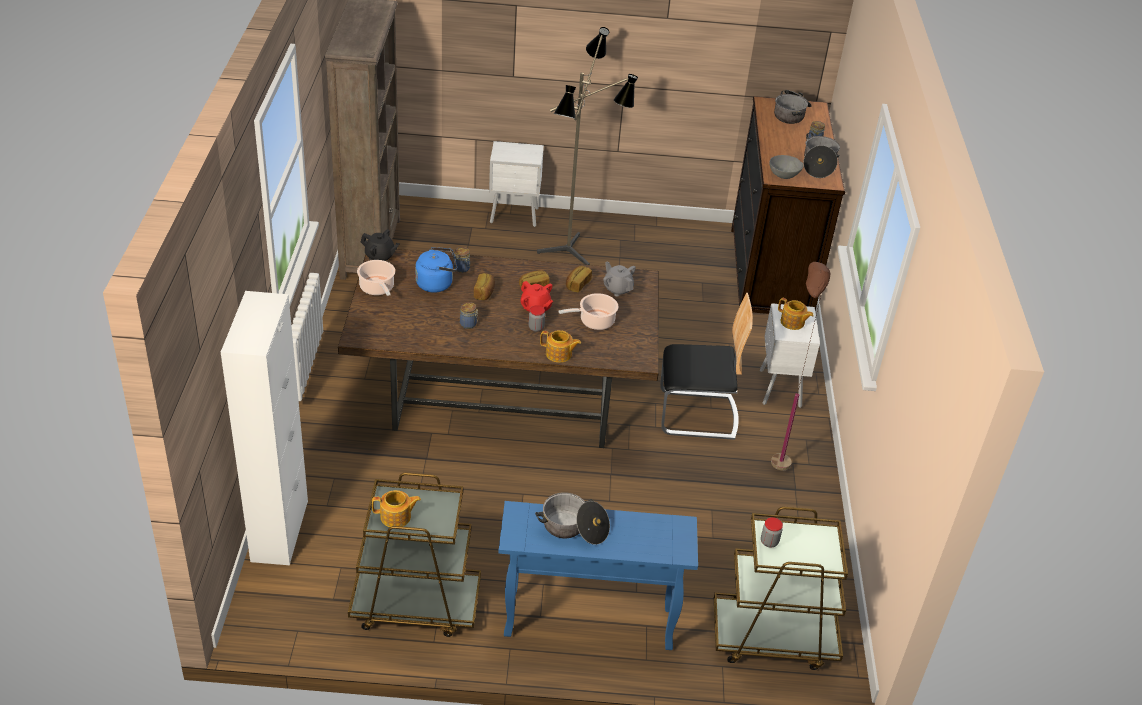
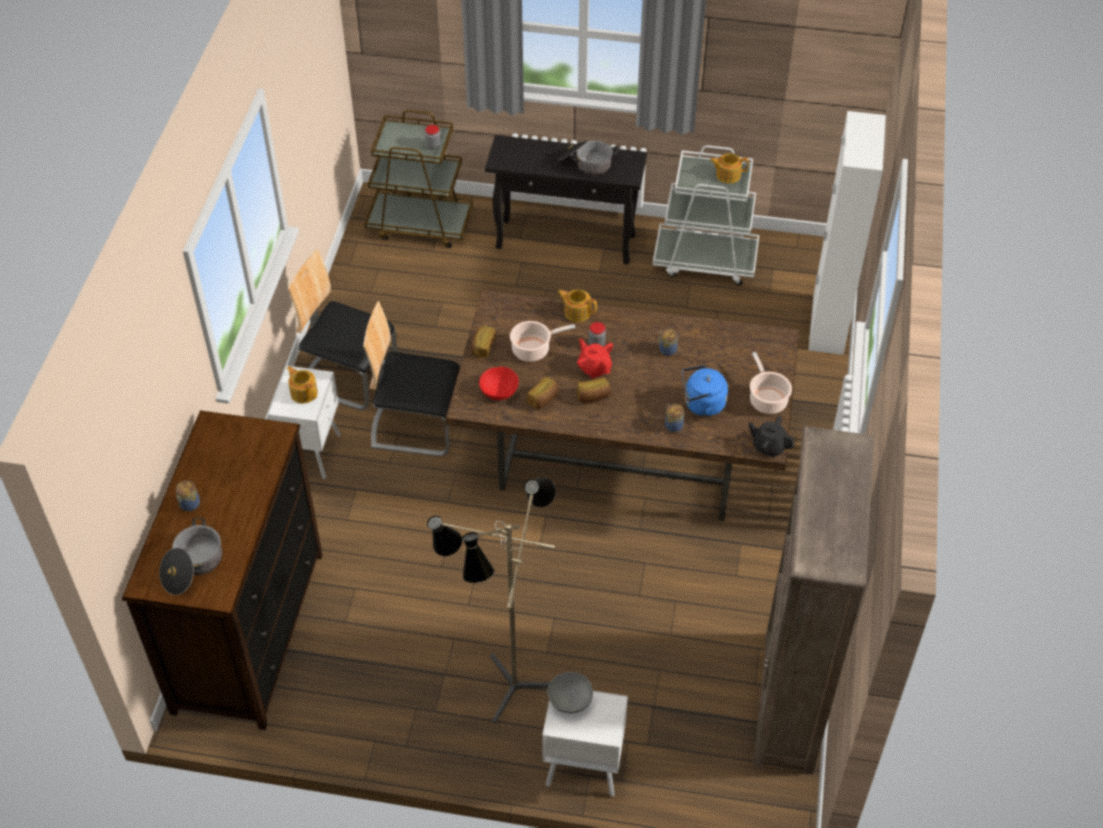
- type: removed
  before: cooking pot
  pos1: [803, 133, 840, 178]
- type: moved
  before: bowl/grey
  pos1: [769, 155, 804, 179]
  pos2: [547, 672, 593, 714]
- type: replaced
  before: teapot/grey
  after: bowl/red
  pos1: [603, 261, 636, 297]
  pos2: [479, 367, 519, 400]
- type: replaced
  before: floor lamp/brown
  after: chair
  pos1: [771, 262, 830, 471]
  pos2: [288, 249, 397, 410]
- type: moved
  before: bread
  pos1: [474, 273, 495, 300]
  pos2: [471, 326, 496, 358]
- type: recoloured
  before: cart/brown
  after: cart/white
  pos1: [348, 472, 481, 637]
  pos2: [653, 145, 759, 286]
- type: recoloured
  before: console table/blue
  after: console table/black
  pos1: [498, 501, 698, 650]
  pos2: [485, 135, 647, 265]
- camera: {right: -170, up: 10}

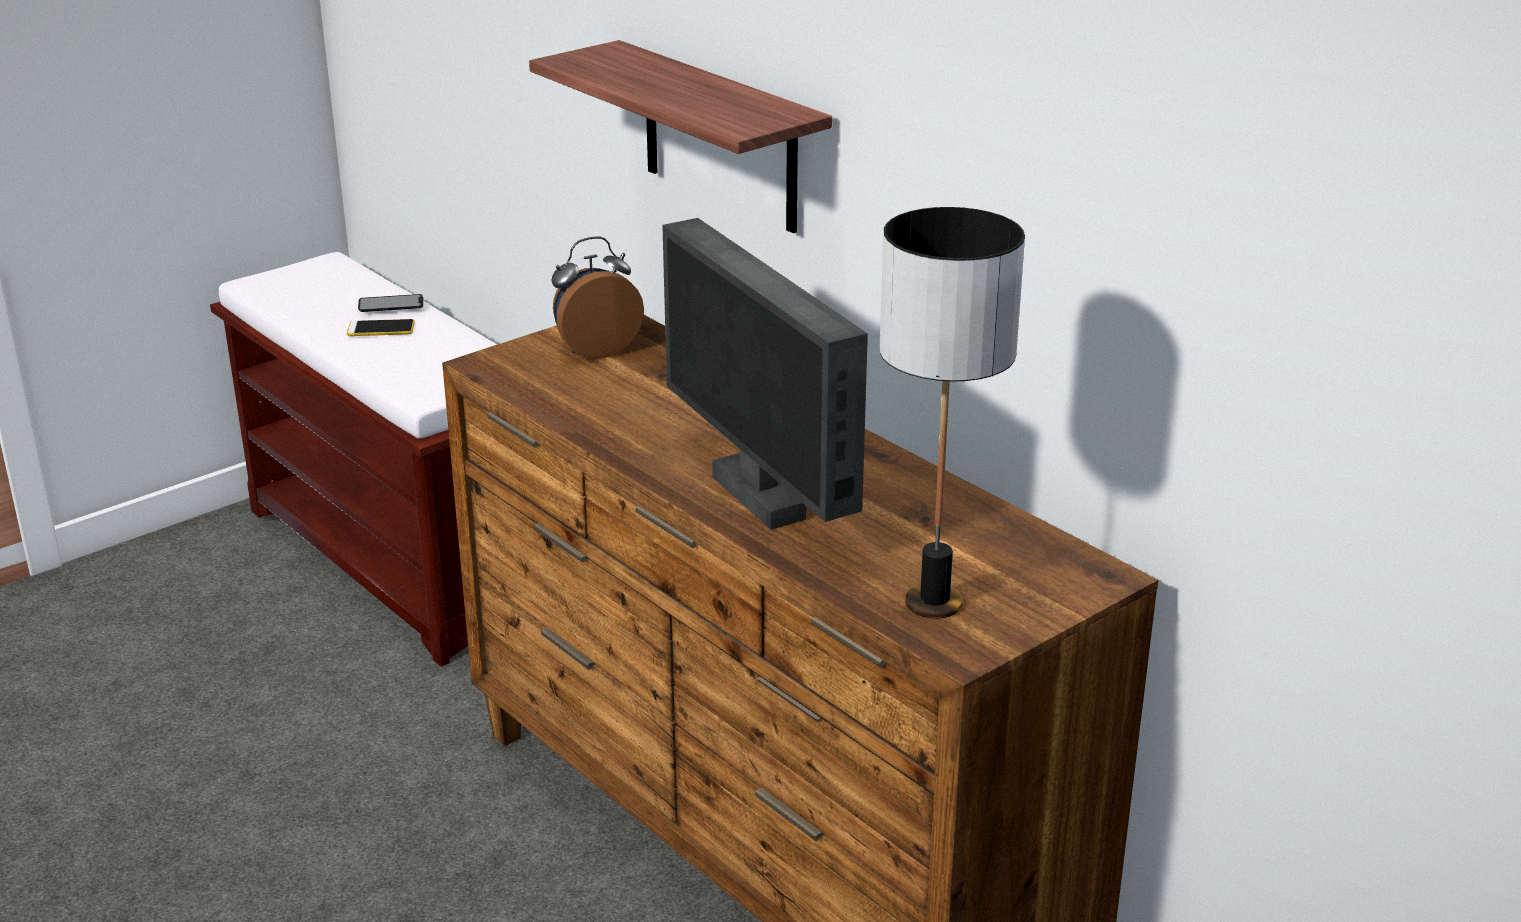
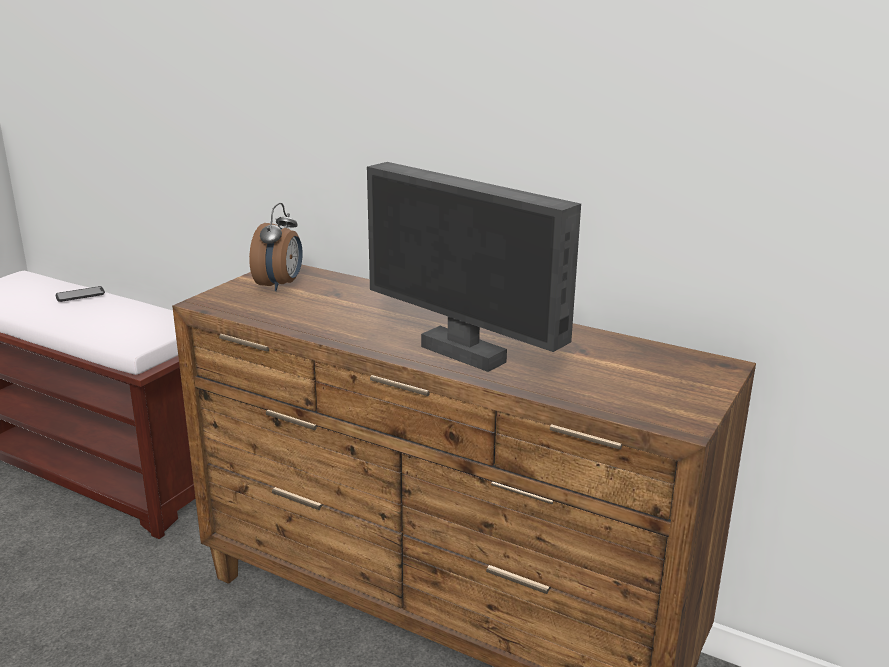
- type: removed
  before: shelf
  pos1: [529, 40, 832, 233]
- type: removed
  before: table lamp
  pos1: [880, 207, 1025, 618]
- type: turned
  before: alarm clock
  pos1: [551, 237, 644, 359]
  pos2: [249, 203, 303, 291]
  turn: 150
- type: removed
  before: phone
  pos1: [347, 319, 415, 336]
- camera: {right: -20, up: -5}

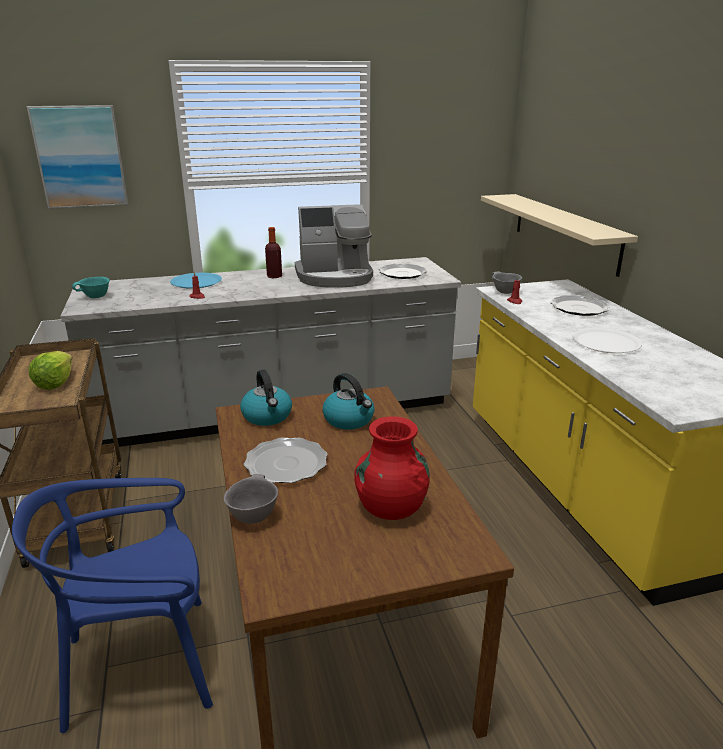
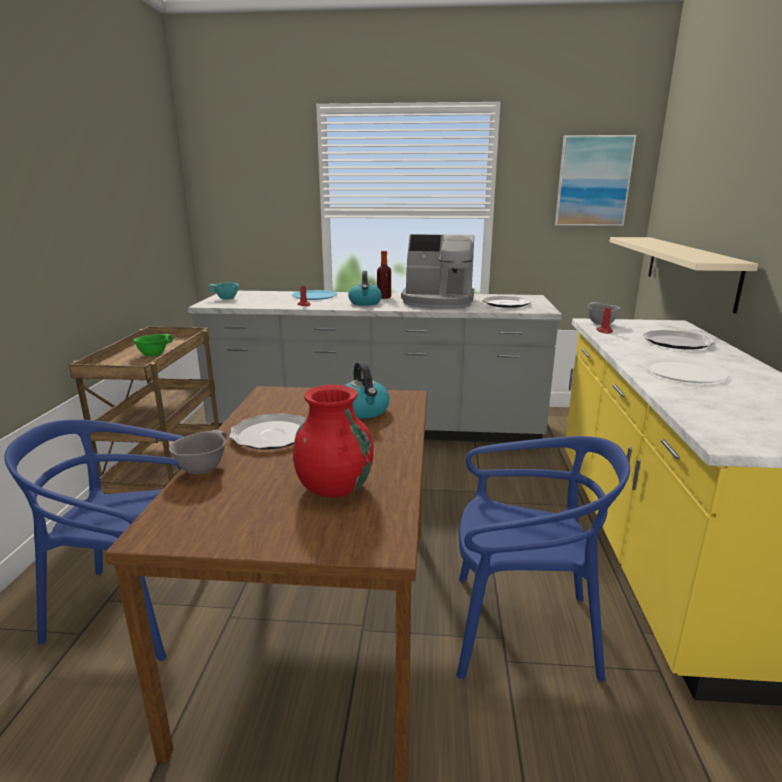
- type: moved
  before: picture
  pos1: [27, 105, 128, 209]
  pos2: [555, 135, 636, 226]
- type: replaced
  before: lettuce
  after: bowl/green
  pos1: [29, 351, 73, 390]
  pos2: [133, 334, 173, 356]
- type: moved
  before: kettle
  pos1: [240, 370, 292, 426]
  pos2: [348, 271, 382, 306]
- type: added
  after: chair/blue
  pos2: [456, 436, 630, 682]
- camera: {right: 20, up: -5}

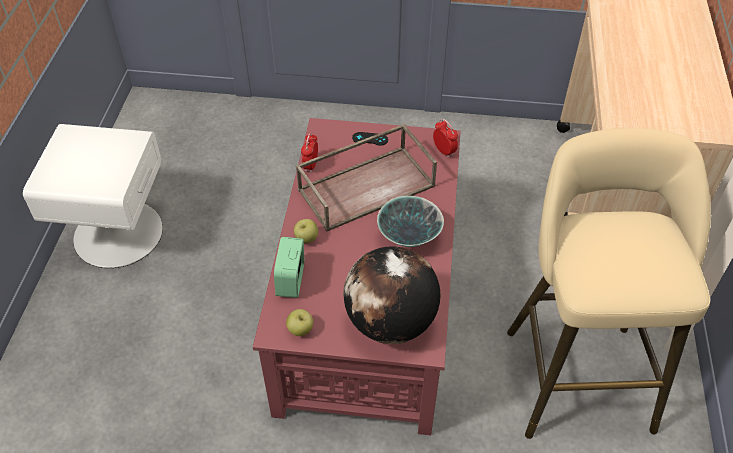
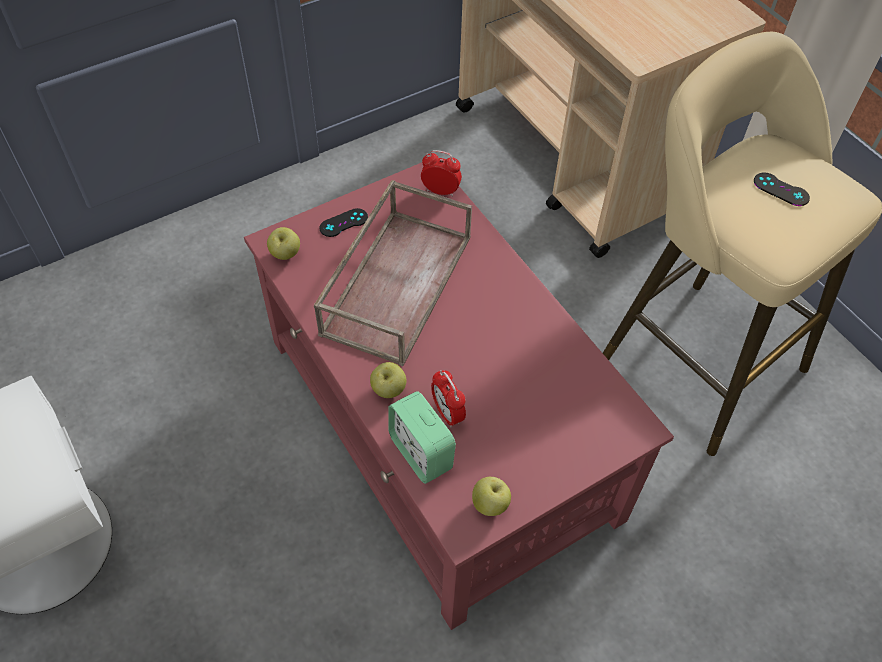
- type: moved
  before: alarm clock
  pos1: [301, 133, 318, 173]
  pos2: [431, 370, 466, 427]
- type: removed
  before: bowl
  pos1: [377, 196, 444, 247]
- type: removed
  before: globe
  pos1: [343, 246, 440, 344]
- type: added
  after: game controller/black
  pos2: [754, 173, 810, 206]
- type: added
  after: apple
  pos2: [267, 227, 300, 260]
- camera: {right: -40, up: 5}

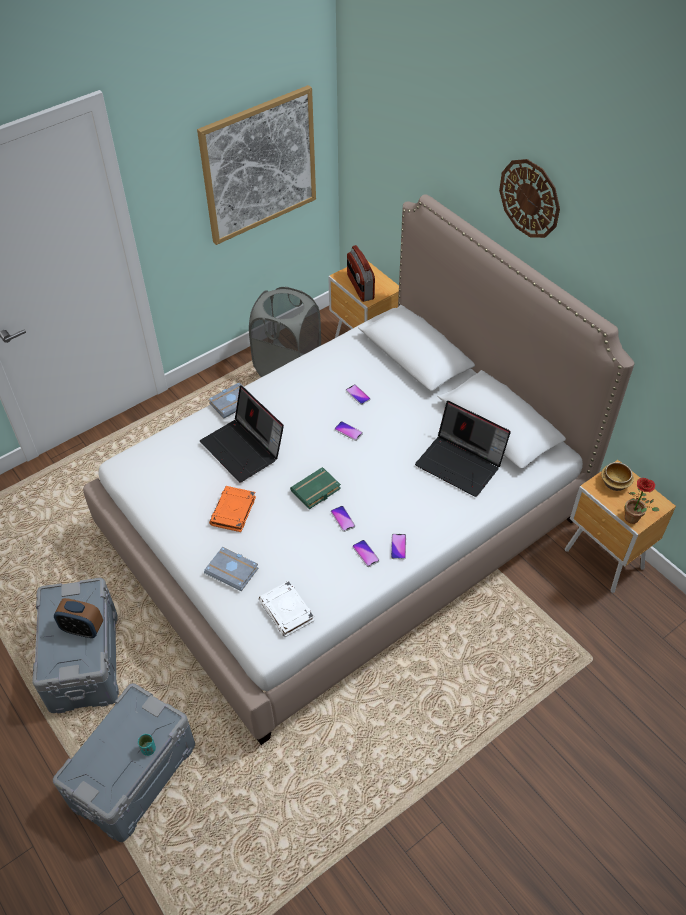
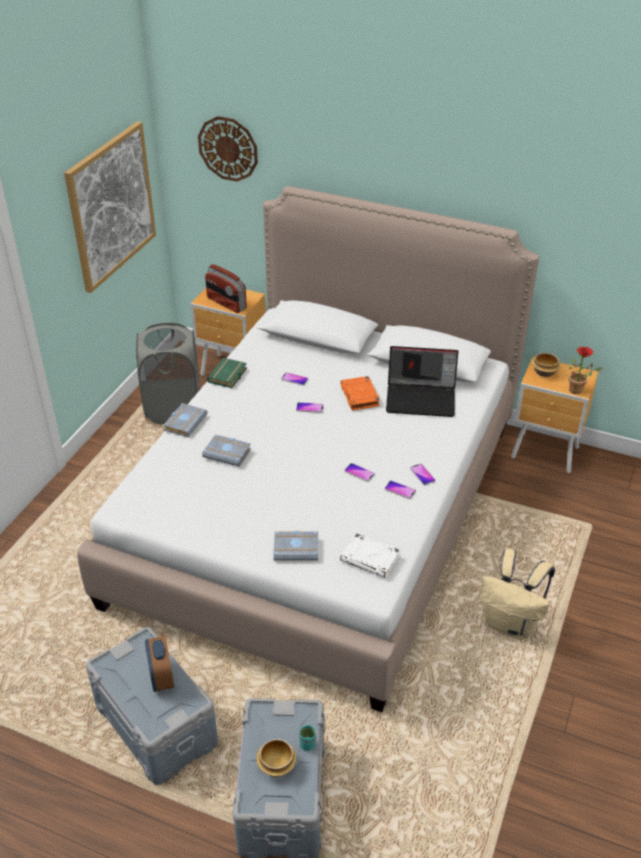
- type: moved
  before: wall clock
  pos1: [499, 159, 560, 238]
  pos2: [198, 116, 258, 182]
- type: replaced
  before: laptop
  after: book/grey
  pos1: [200, 385, 284, 482]
  pos2: [202, 434, 251, 467]
- type: moved
  before: book/green
  pos1: [290, 467, 341, 509]
  pos2: [207, 358, 247, 388]
- type: moved
  before: book/orange
  pos1: [209, 486, 256, 532]
  pos2: [340, 376, 380, 410]
- type: turned
  before: alarm clock
  pos1: [54, 598, 103, 638]
  pos2: [145, 636, 174, 692]
  turn: 90
- type: added
  after: backpack/beige
  pos2: [479, 548, 555, 639]
- type: added
  after: bowl
  pos2: [256, 739, 297, 777]
- camera: {right: -30, up: -10}

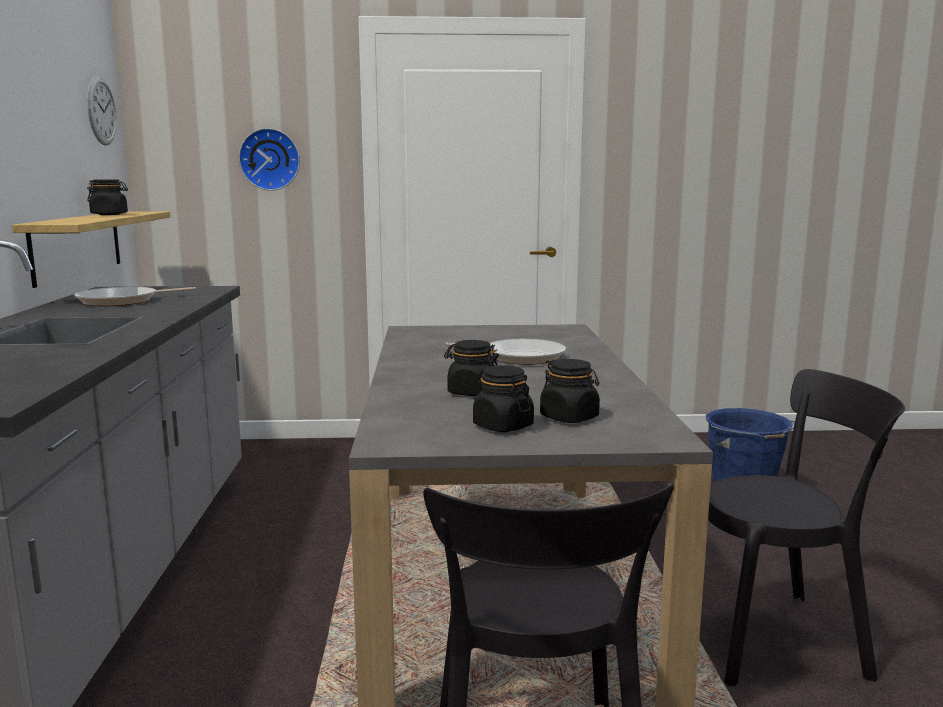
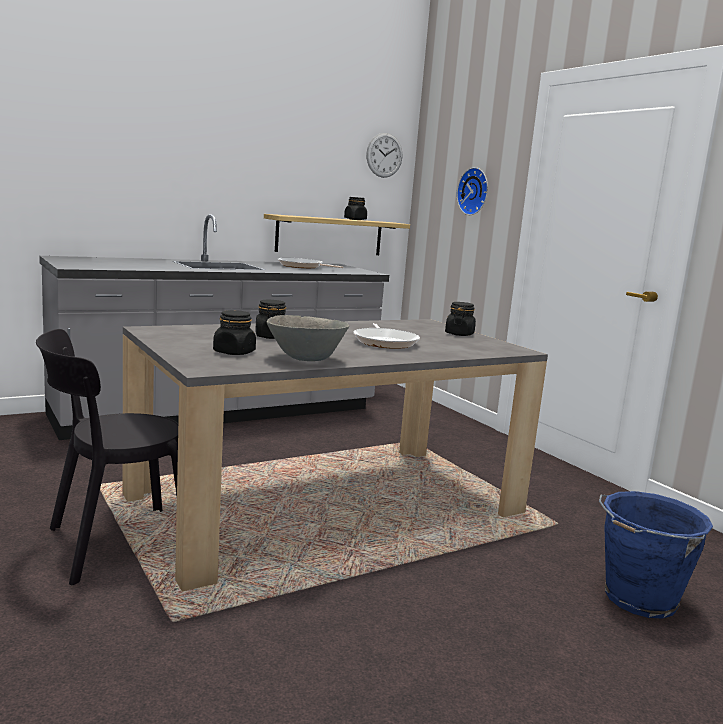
- type: moved
  before: jar/black
  pos1: [473, 365, 534, 432]
  pos2: [445, 302, 476, 336]
- type: removed
  before: chair/black
  pos1: [708, 369, 905, 686]
- type: added
  after: bowl/grey
  pos2: [266, 315, 349, 361]
- camera: {right: 60, up: 0}

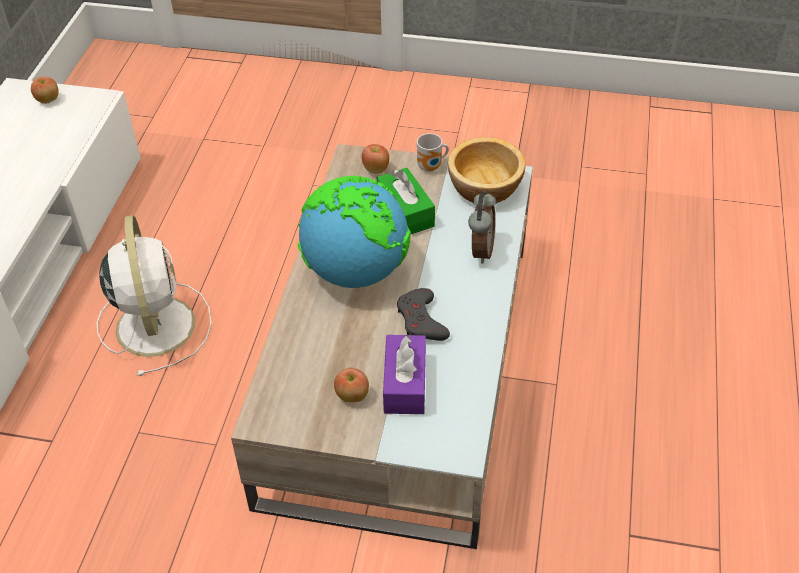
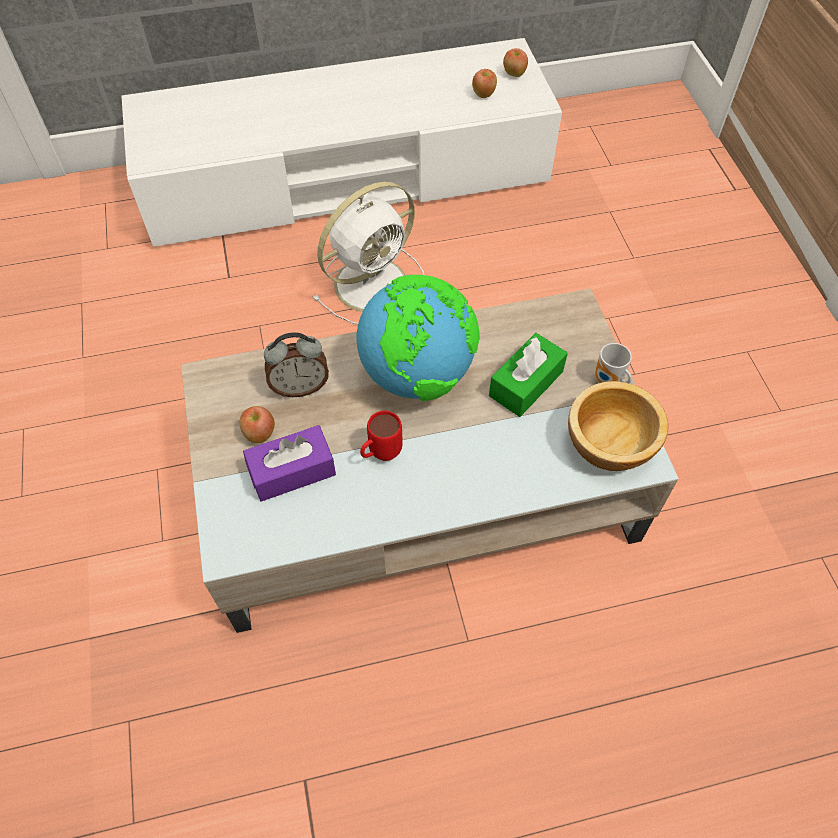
- type: moved
  before: apple
  pos1: [362, 144, 389, 174]
  pos2: [472, 69, 497, 98]
- type: moved
  before: alarm clock
  pos1: [468, 191, 496, 264]
  pos2: [264, 332, 329, 397]
- type: replaced
  before: game controller/grey
  after: mug/red
  pos1: [397, 288, 450, 341]
  pos2: [360, 411, 403, 461]
- camera: {right: 65, up: 10}

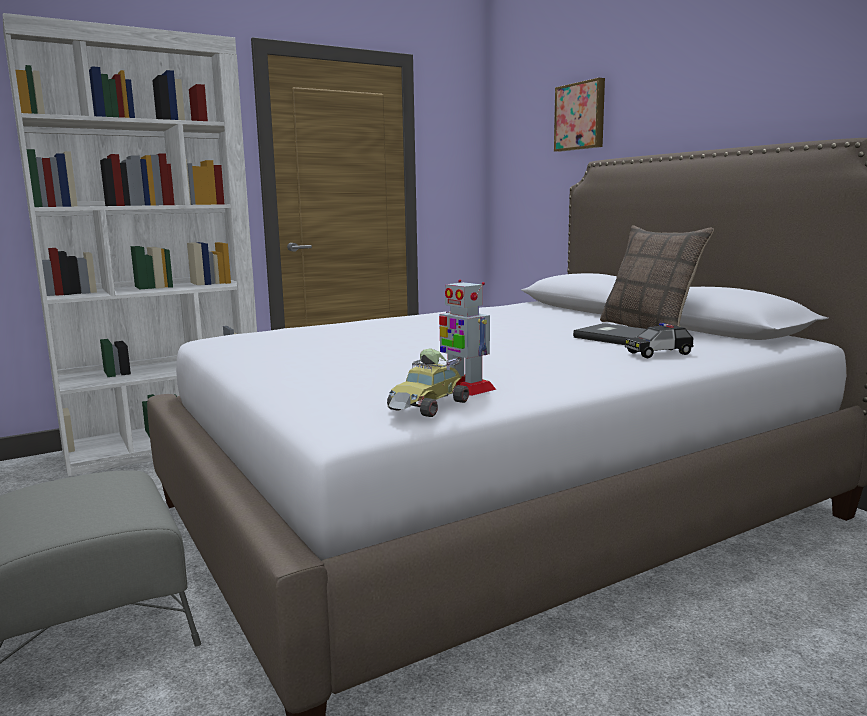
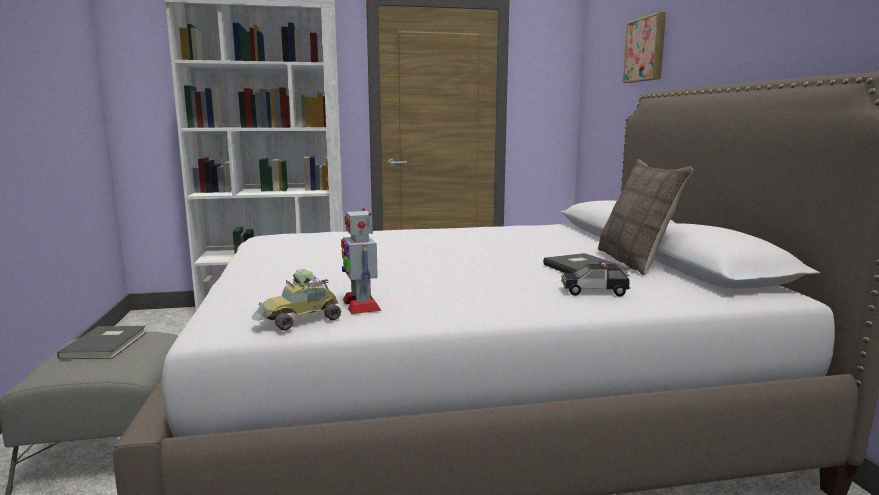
- type: added
  after: book/grey
  pos2: [57, 326, 146, 359]
- camera: {right: 20, up: 0}

